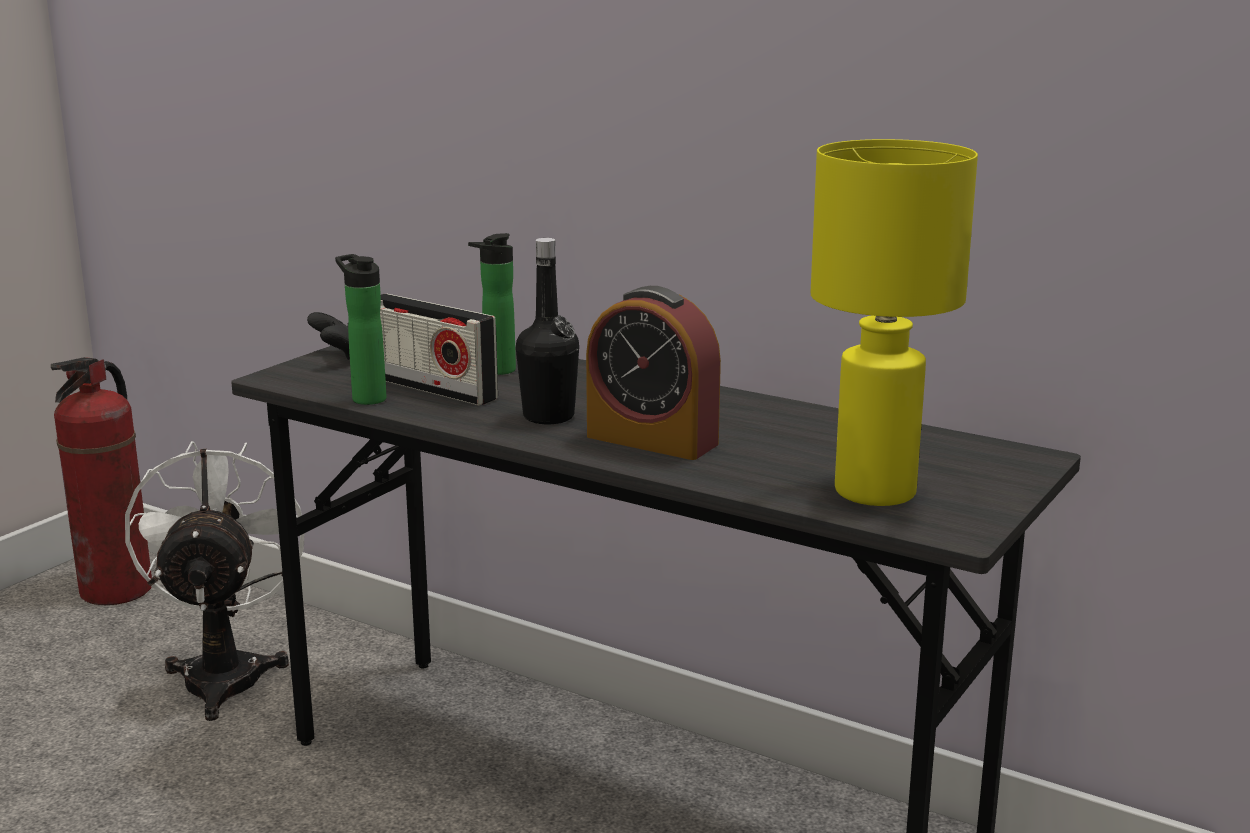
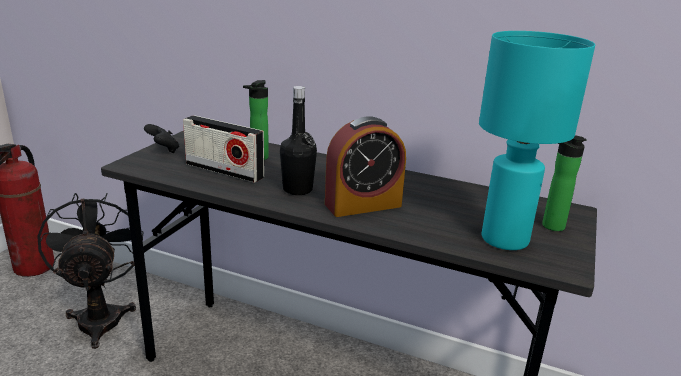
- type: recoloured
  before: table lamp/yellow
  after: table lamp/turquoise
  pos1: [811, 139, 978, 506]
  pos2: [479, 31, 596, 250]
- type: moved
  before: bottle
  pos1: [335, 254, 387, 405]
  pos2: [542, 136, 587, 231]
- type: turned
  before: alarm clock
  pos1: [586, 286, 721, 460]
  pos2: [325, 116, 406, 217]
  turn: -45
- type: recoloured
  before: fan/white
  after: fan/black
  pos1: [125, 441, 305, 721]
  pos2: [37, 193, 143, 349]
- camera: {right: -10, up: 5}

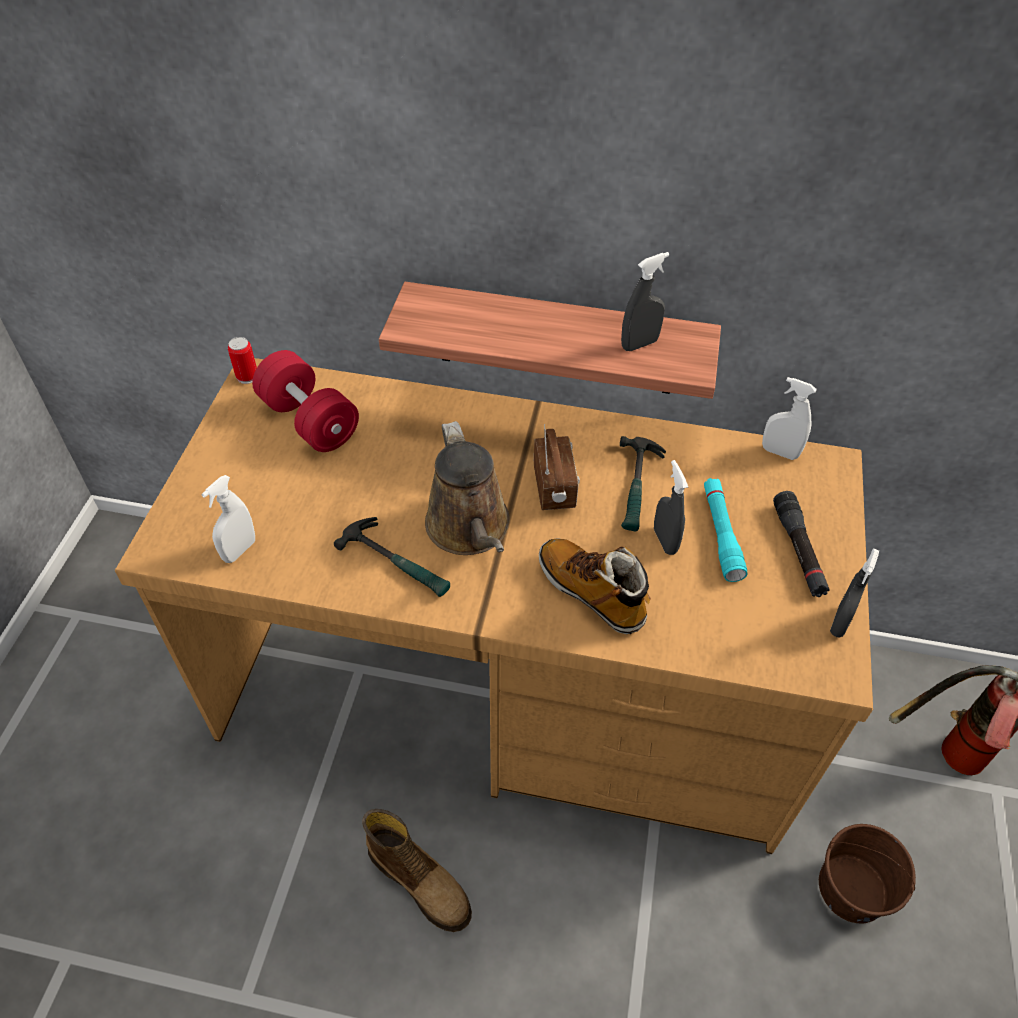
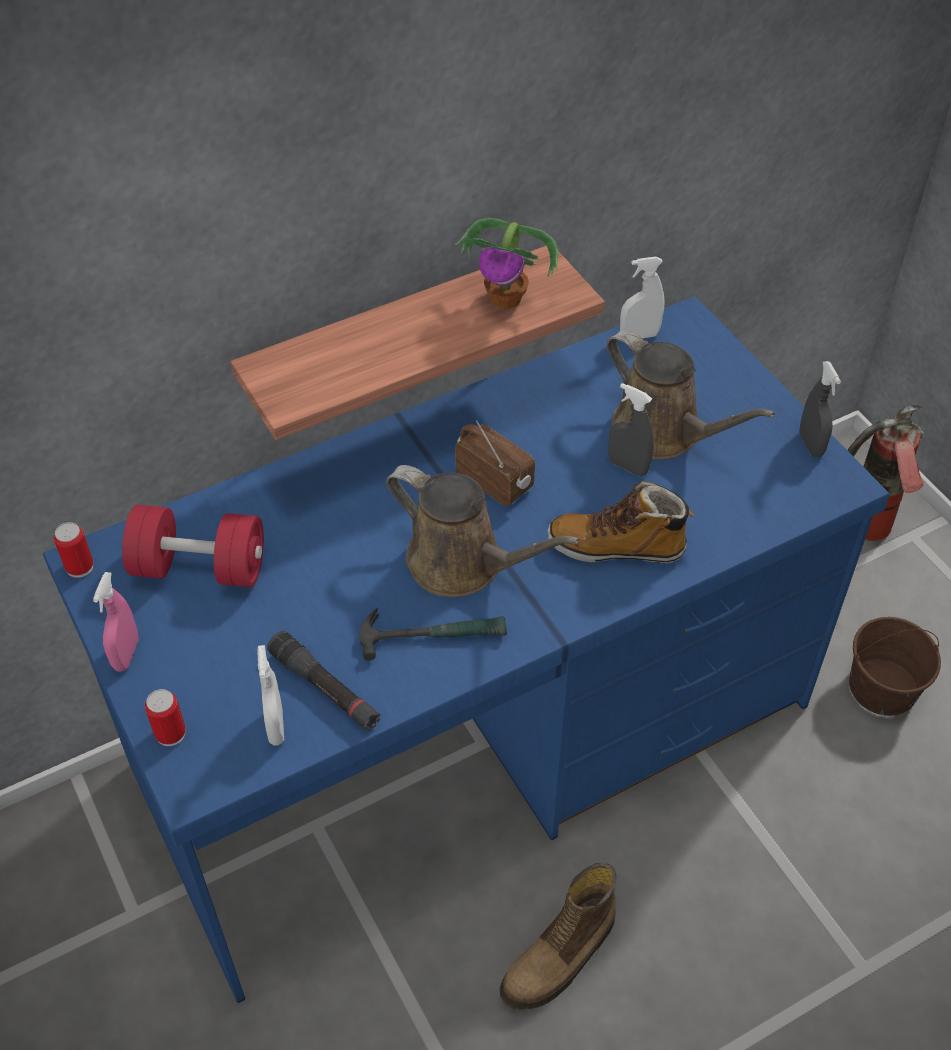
- type: replaced
  before: spray bottle/grey
  after: potted plant
  pos1: [621, 252, 669, 351]
  pos2: [455, 218, 558, 309]
- type: recoloured
  before: desk/brown
  after: desk/blue
  pos1: [115, 358, 873, 854]
  pos2: [43, 296, 890, 1003]
- type: removed
  before: hammer
  pos1: [620, 436, 666, 531]
- type: replaced
  before: flashlight/turquoise
  after: watering can/brown
  pos1: [704, 478, 748, 582]
  pos2: [606, 330, 775, 460]
- type: moved
  before: flashlight/black
  pos1: [773, 491, 830, 597]
  pos2: [267, 631, 381, 731]
- type: turned
  before: boot
  pos1: [362, 809, 472, 932]
  pos2: [500, 862, 617, 1010]
  turn: 135
- type: added
  after: spray bottle/pink
  pos2: [93, 572, 139, 672]
- type: added
  after: can
  pos2: [145, 689, 186, 746]
- camera: {right: -40, up: 0}

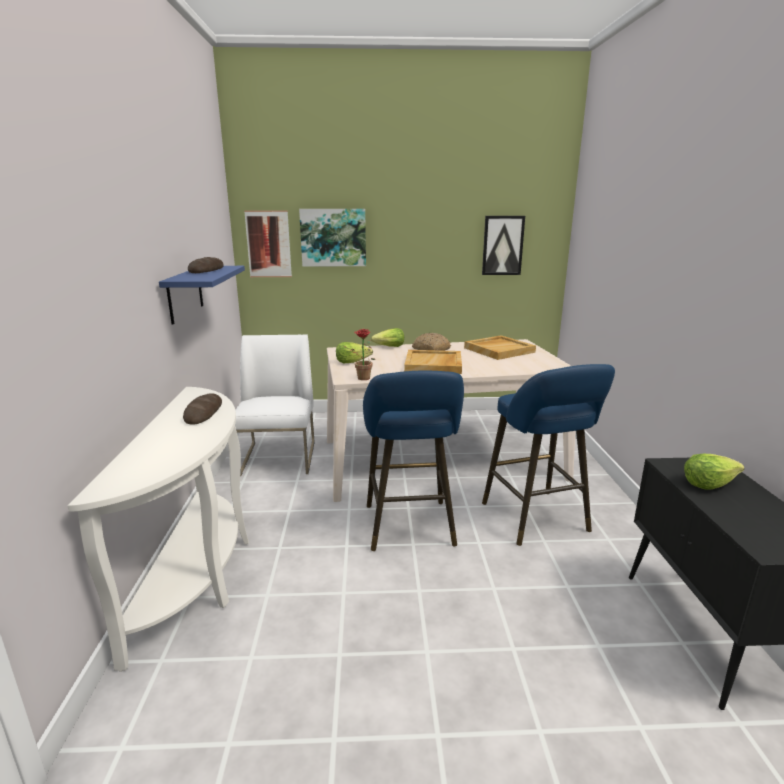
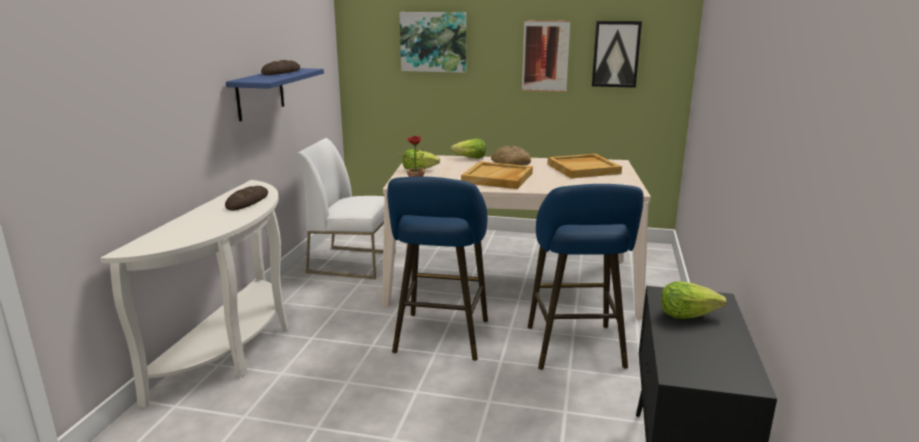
- type: moved
  before: picture
  pos1: [244, 210, 292, 277]
  pos2: [522, 20, 570, 92]
- type: turned
  before: chair/white
  pos1: [235, 334, 315, 476]
  pos2: [297, 138, 396, 279]
  turn: -90
- camera: {right: 15, up: 0}

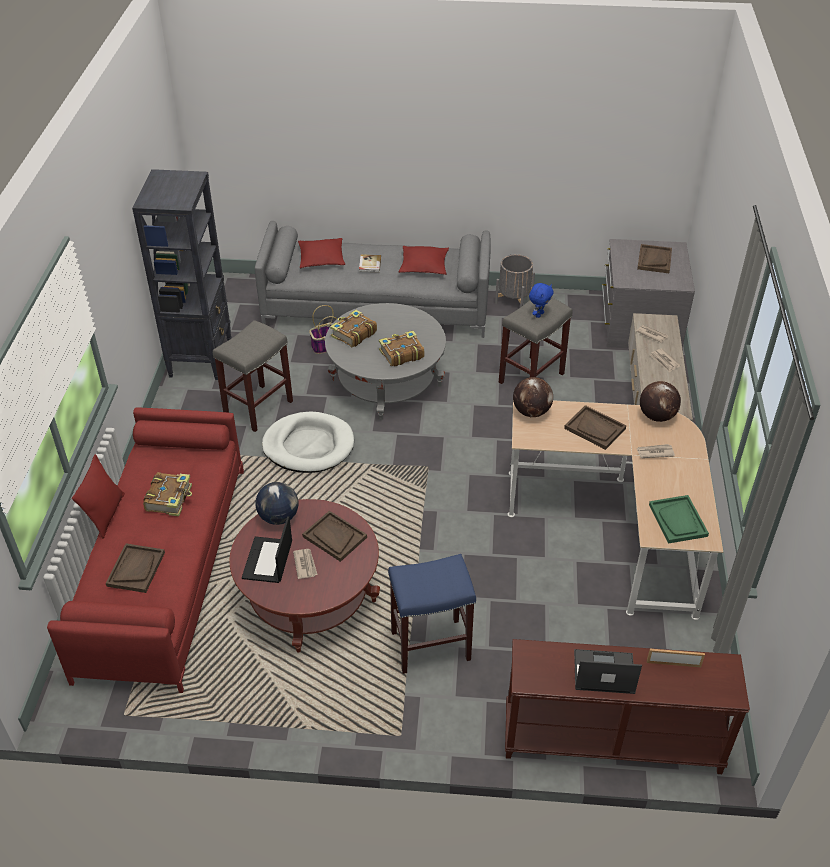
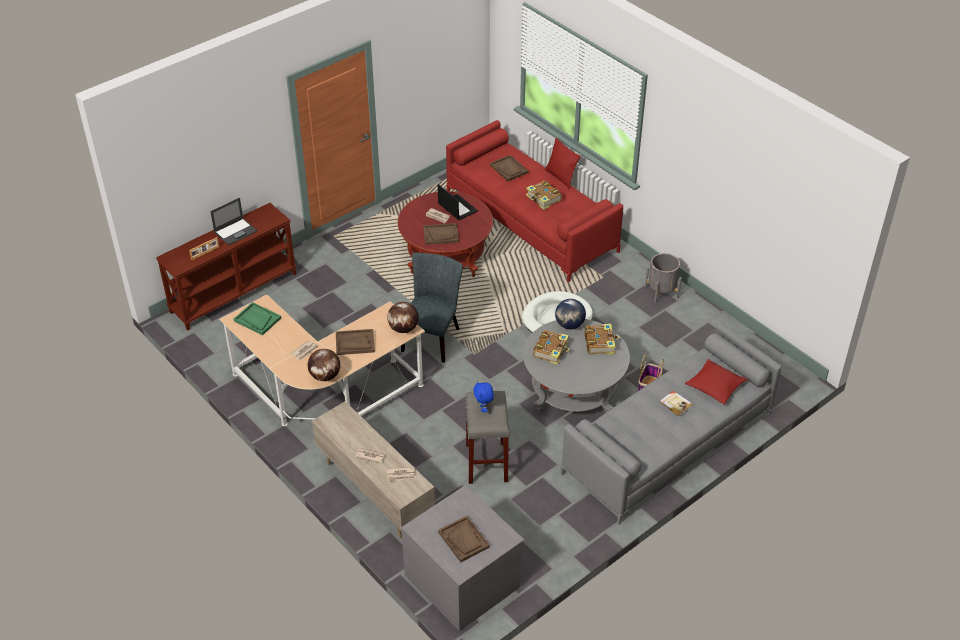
- type: removed
  before: bookcase/black
  pos1: [132, 169, 232, 380]
- type: removed
  before: pillow/red
  pos1: [398, 246, 449, 275]
- type: moved
  before: planter/grey
  pos1: [495, 254, 535, 308]
  pos2: [645, 253, 682, 303]
- type: removed
  before: stool/grey
  pos1: [213, 320, 293, 432]
- type: moved
  before: globe
  pos1: [256, 482, 298, 525]
  pos2: [555, 299, 586, 329]
- type: removed
  before: stool/blue
  pos1: [388, 554, 476, 674]
- type: added
  after: chair/grey
  pos2: [401, 253, 463, 363]
- camera: {right: 135, up: 0}

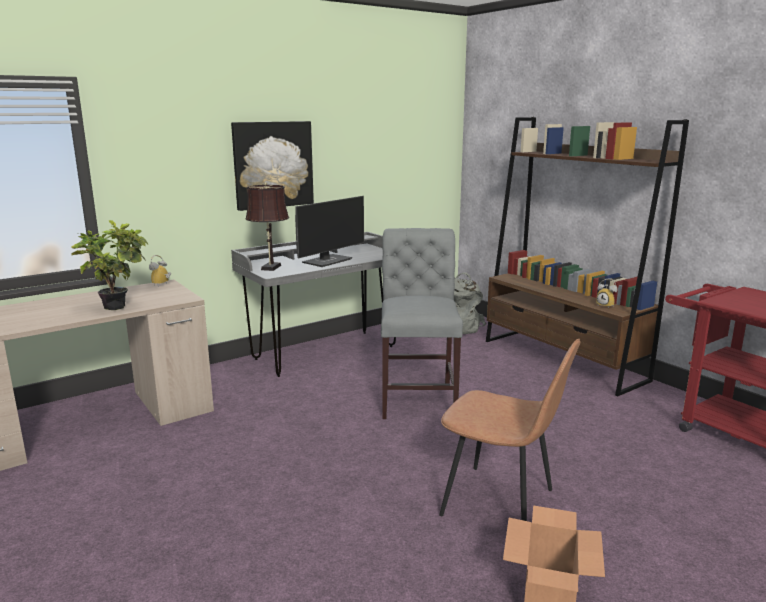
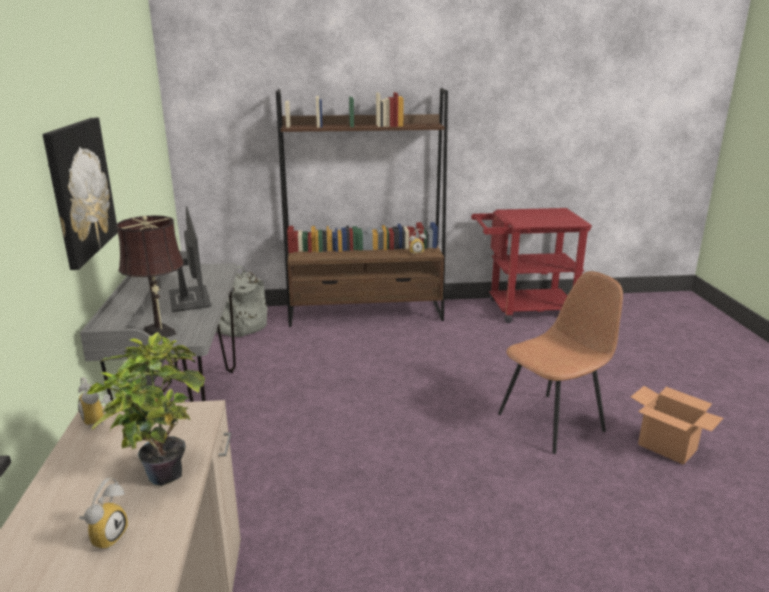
- type: removed
  before: chair/grey
  pos1: [381, 228, 463, 419]
- type: added
  after: alarm clock
  pos2: [79, 478, 128, 550]
- camera: {right: -60, up: 5}

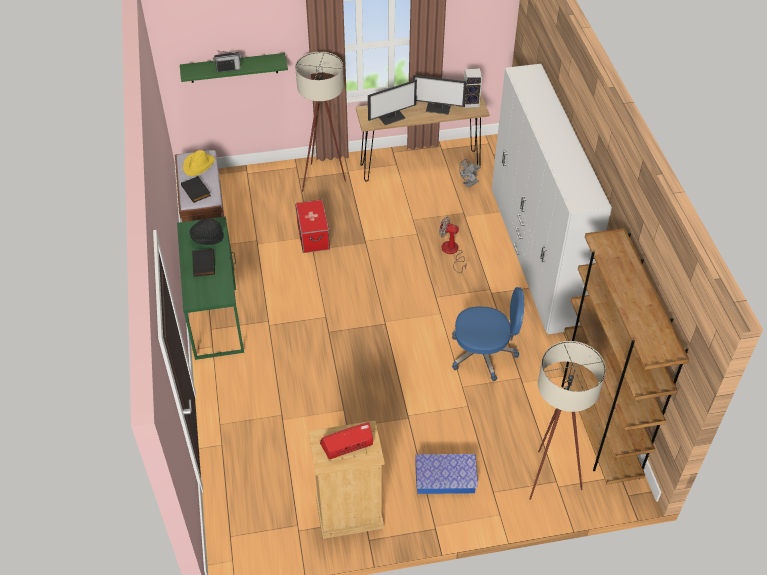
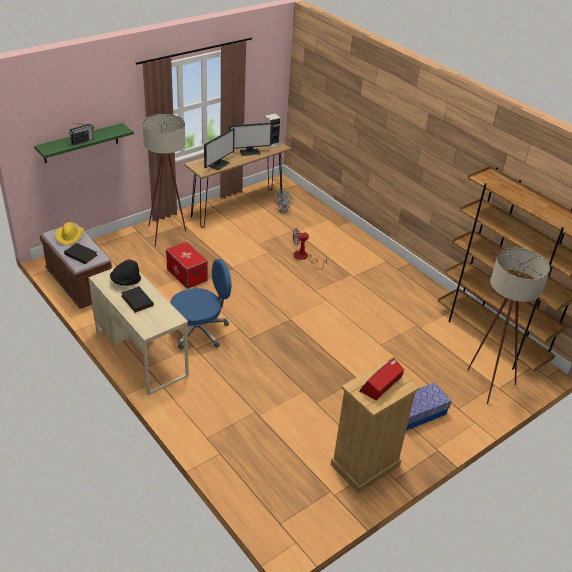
- type: removed
  before: wardrobe/white
  pos1: [492, 64, 612, 334]
- type: recoloured
  before: desk/green
  after: desk/beige
  pos1: [177, 216, 244, 360]
  pos2: [89, 267, 189, 395]
- type: moved
  before: office chair/blue
  pos1: [452, 287, 524, 381]
  pos2: [171, 259, 232, 350]
- camera: {right: -30, up: -10}

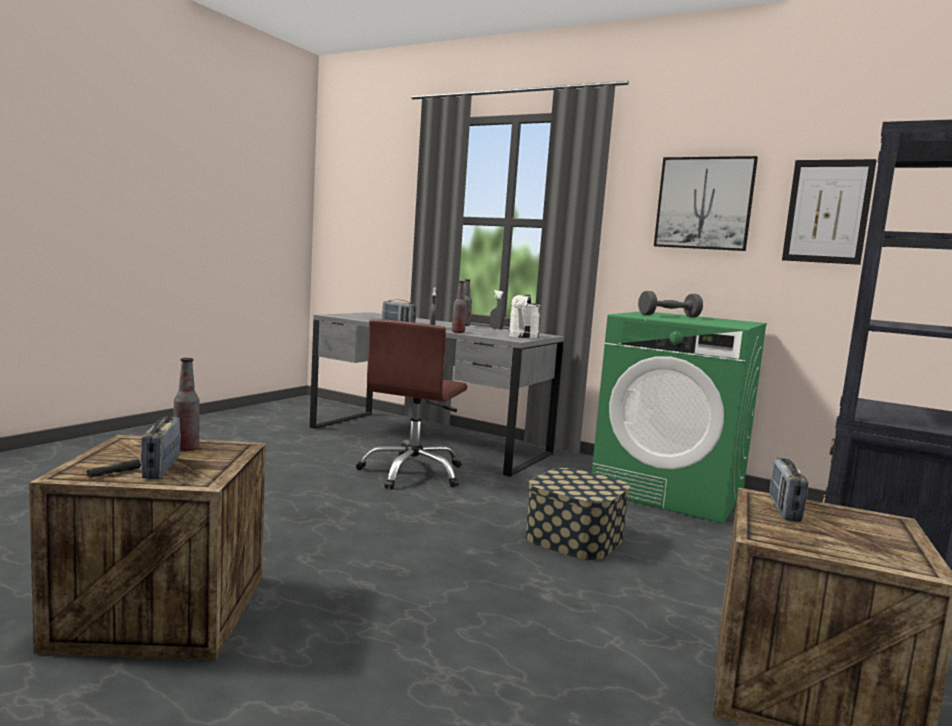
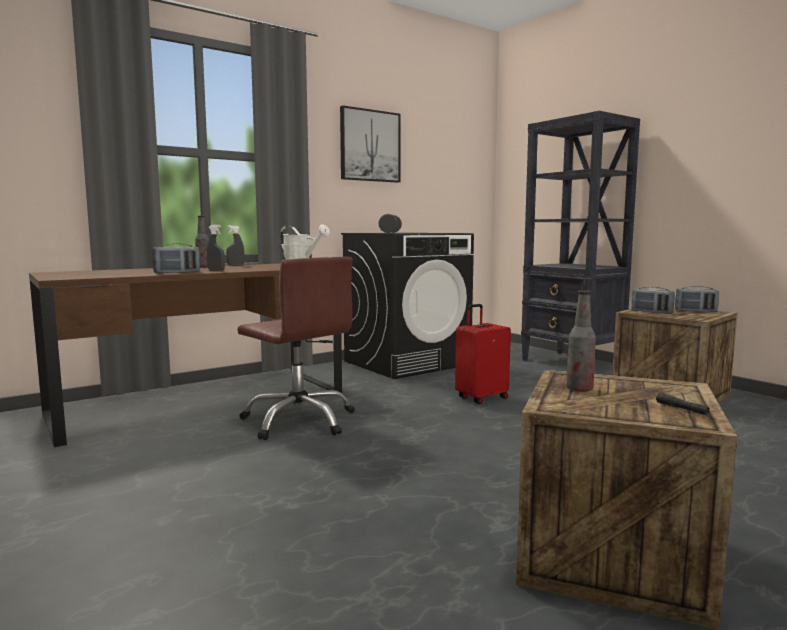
- type: removed
  before: picture
  pos1: [782, 159, 877, 265]
- type: removed
  before: bottle
  pos1: [452, 281, 467, 333]
- type: recoloured
  before: desk/grey
  after: desk/brown
  pos1: [310, 312, 564, 477]
  pos2: [29, 263, 342, 447]
- type: recoloured
  before: washing machine/green
  after: washing machine/black
  pos1: [592, 312, 767, 524]
  pos2: [341, 233, 474, 379]
- type: moved
  before: radio
  pos1: [141, 417, 181, 479]
  pos2: [675, 286, 719, 312]
- type: replaced
  before: storage box
  after: suitcase/red
  pos1: [525, 468, 630, 561]
  pos2: [455, 304, 511, 404]
- camera: {right: -65, up: 0}

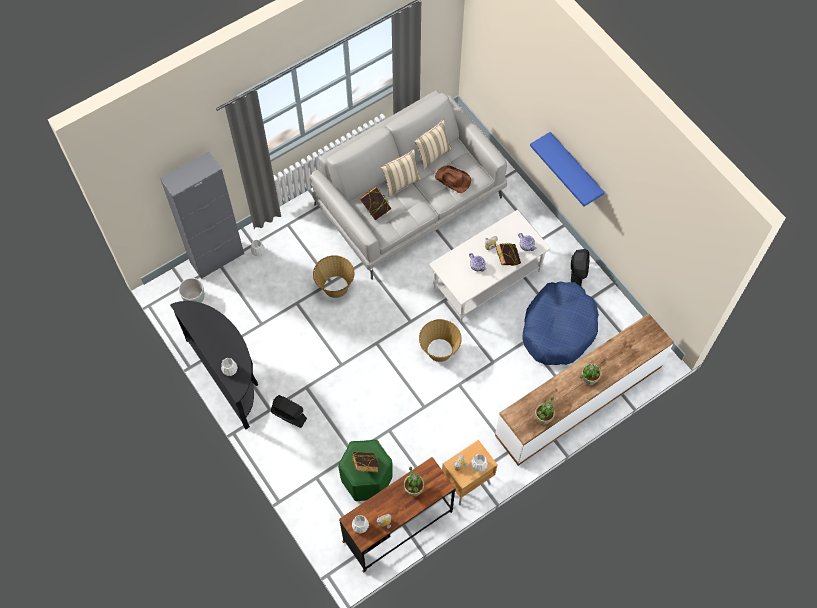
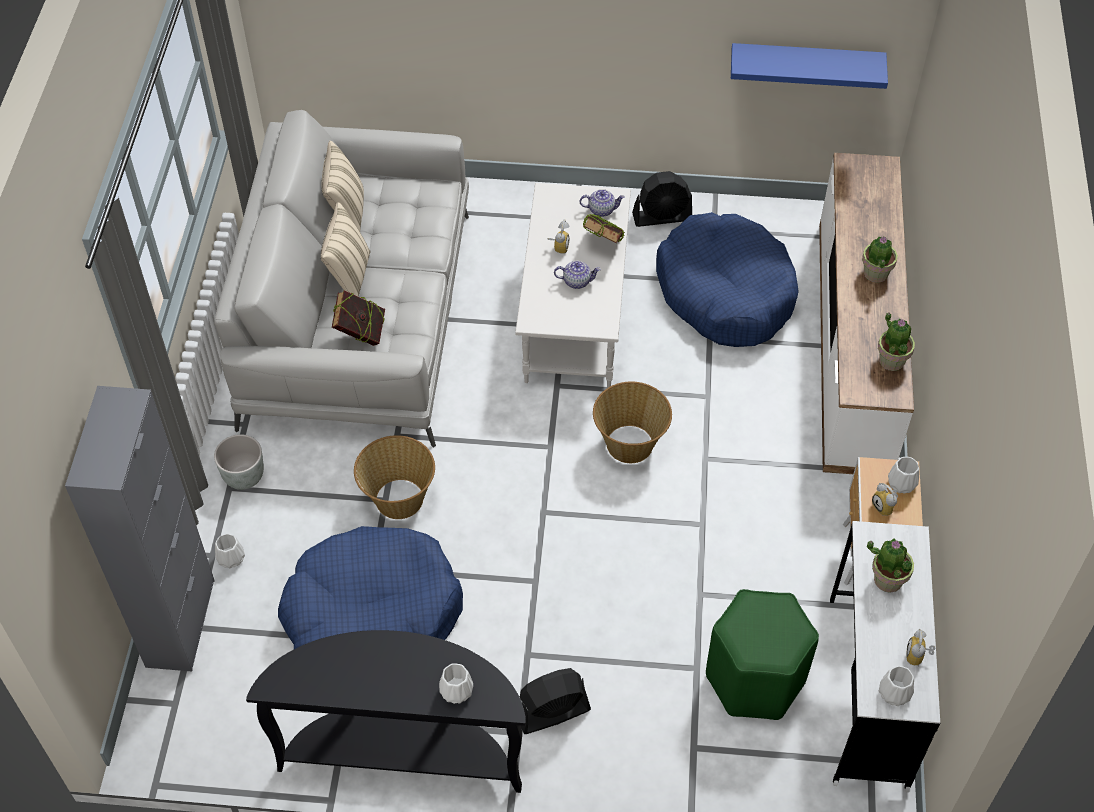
- type: moved
  before: shelf/blue
  pos1: [530, 132, 605, 207]
  pos2: [731, 43, 888, 89]
- type: removed
  before: hat/brown
  pos1: [435, 165, 471, 193]
- type: turned
  before: fan/black
  pos1: [571, 249, 590, 286]
  pos2: [632, 171, 692, 227]
  turn: 120
- type: moved
  before: planter/grey
  pos1: [179, 278, 205, 303]
  pos2: [214, 434, 264, 490]
- type: removed
  before: book
  pos1: [352, 452, 379, 472]
- type: recoloured
  before: desk/brown
  after: desk/white
  pos1: [339, 457, 455, 573]
  pos2: [830, 521, 940, 792]
- type: added
  after: dog bed/blue
  pos2: [278, 526, 463, 649]
- camera: {right: -50, up: -10}

